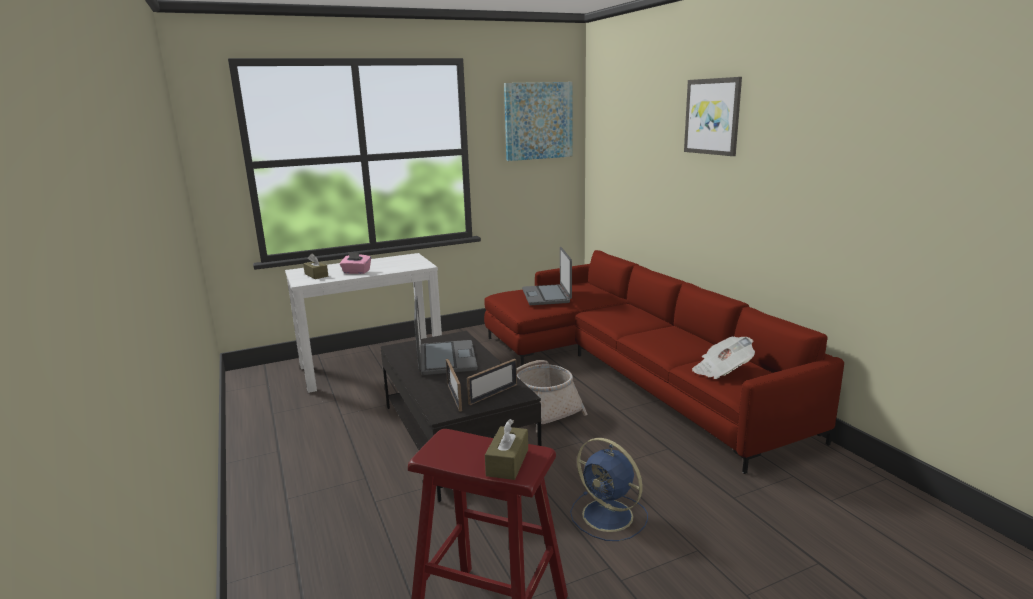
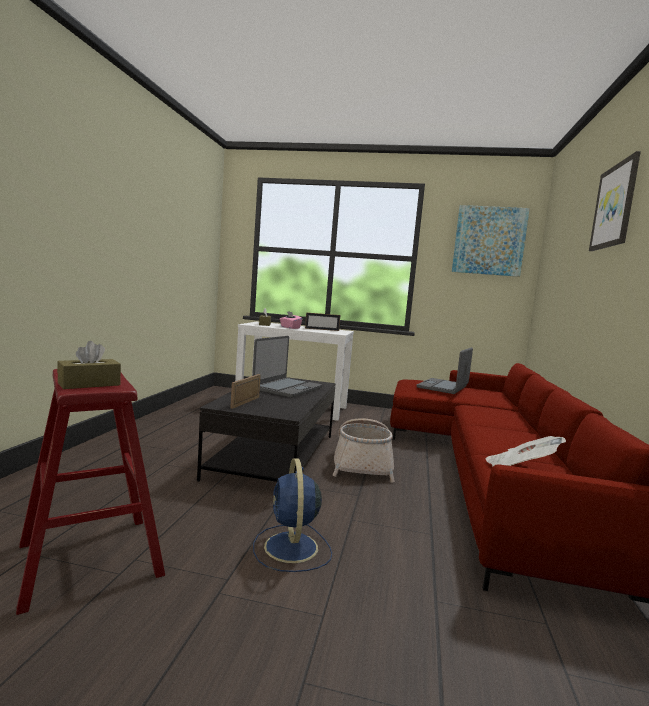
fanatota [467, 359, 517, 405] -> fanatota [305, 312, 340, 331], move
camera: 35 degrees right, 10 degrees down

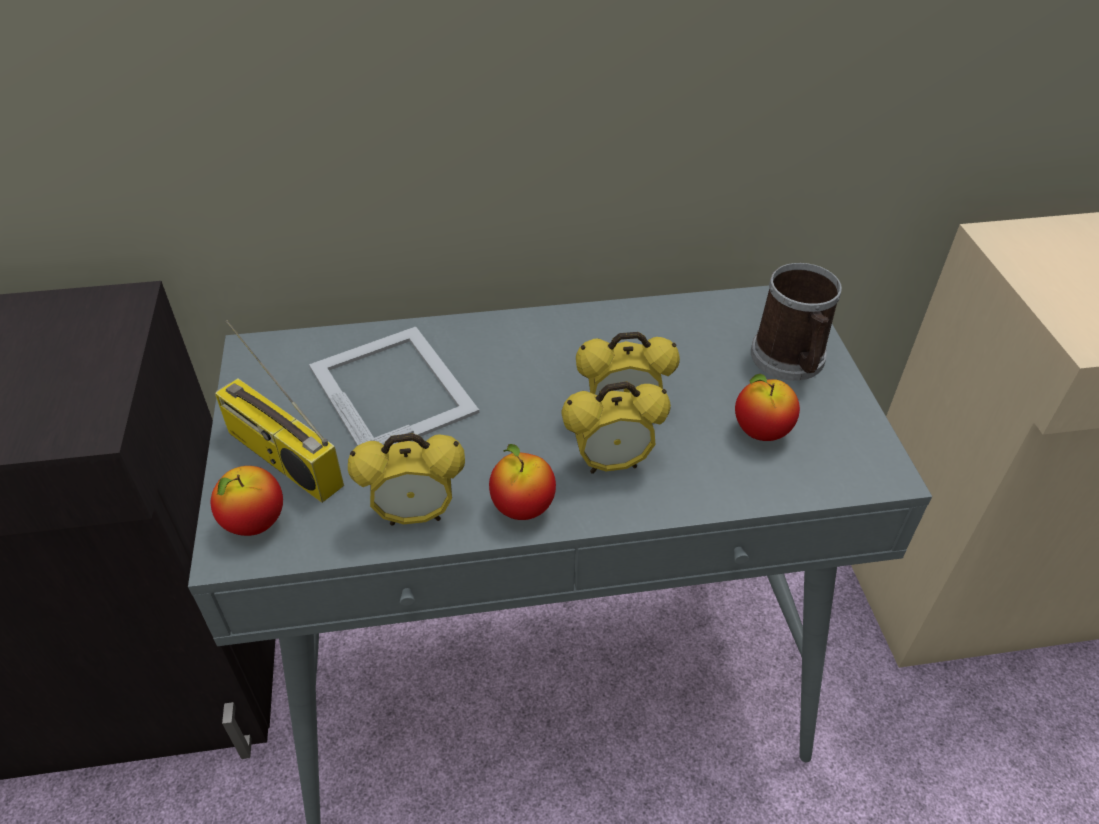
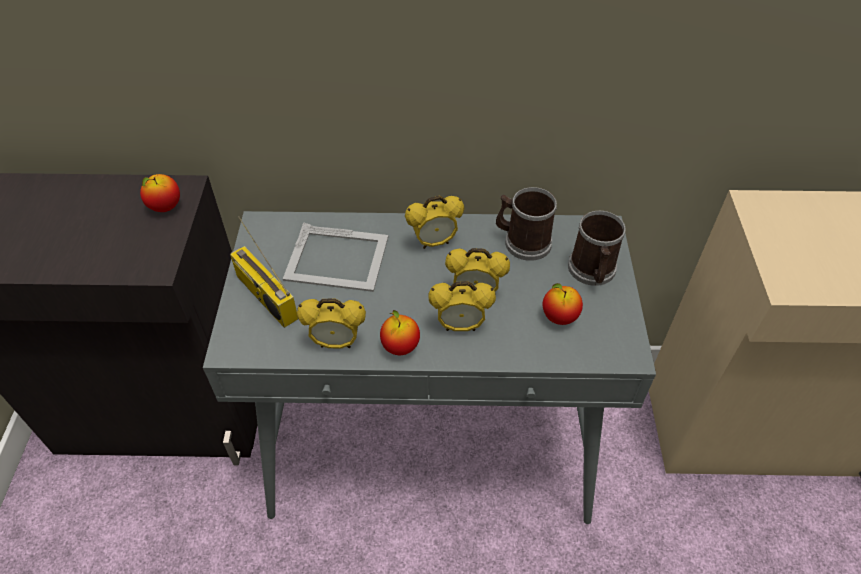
none -> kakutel [405, 196, 464, 249]
none -> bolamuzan [496, 187, 557, 261]
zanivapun [211, 466, 283, 536] -> zanivapun [140, 174, 180, 212], move
fanatota [309, 327, 479, 446] -> fanatota [283, 222, 388, 292], 120 degrees clockwise
camera: 10 degrees right, 5 degrees up

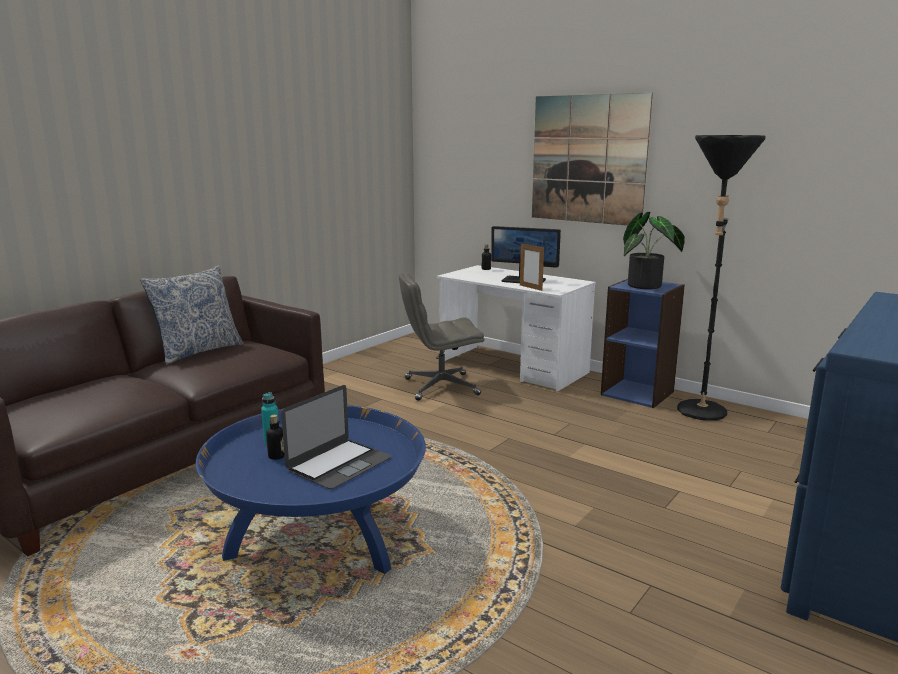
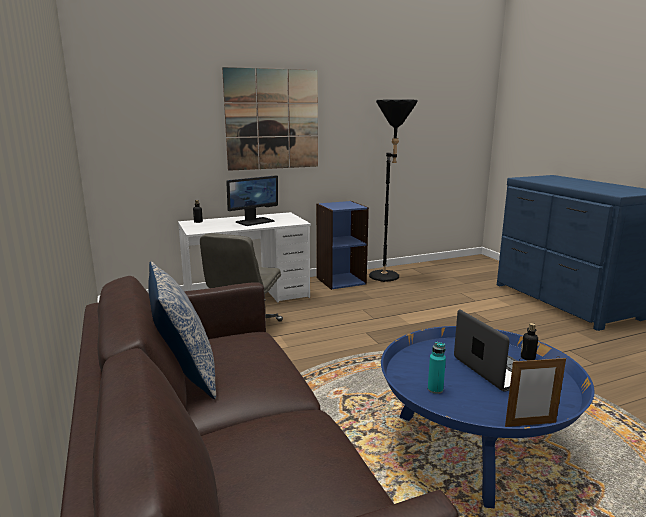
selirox [623, 212, 685, 289] -> none
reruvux [266, 414, 285, 460] -> reruvux [521, 323, 538, 361], move
fanatota [520, 244, 544, 291] -> fanatota [505, 356, 566, 427], move
camera: 60 degrees left, 0 degrees up

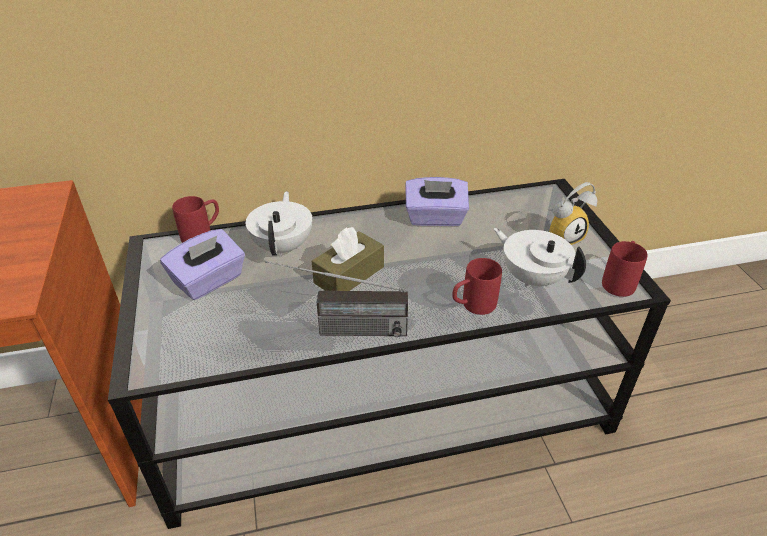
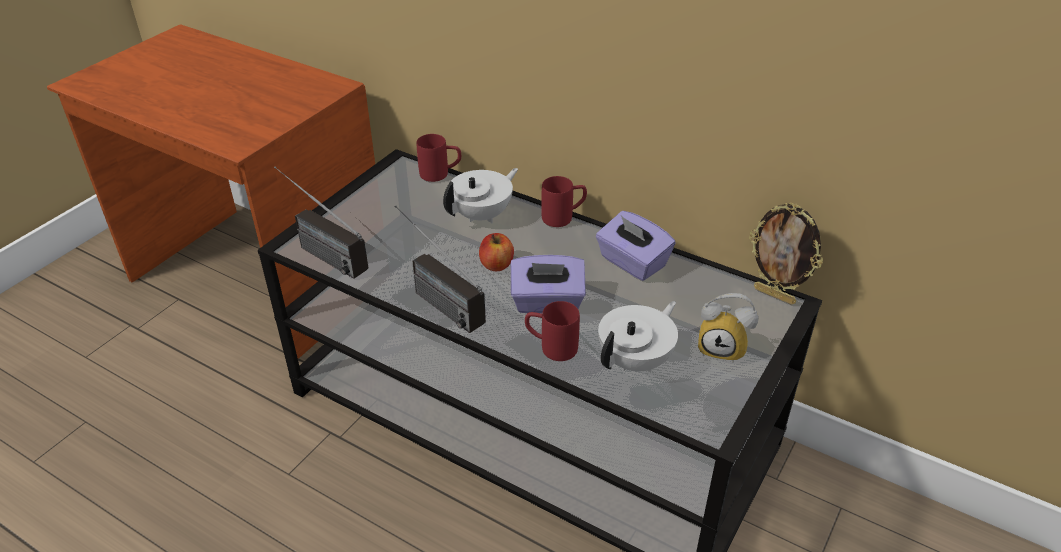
none -> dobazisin [274, 166, 368, 279]
none -> fanatota [749, 203, 823, 305]
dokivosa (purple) [160, 229, 245, 300] -> dokivosa (purple) [511, 255, 586, 313], move
bolamuzan (red) [602, 241, 648, 297] -> bolamuzan (red) [541, 176, 587, 227], move
dokivosa (brown) [312, 227, 384, 291] -> zanivapun [479, 233, 514, 271]
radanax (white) [494, 228, 586, 287] -> radanax (white) [598, 301, 678, 372], 45 degrees clockwise
camera: 45 degrees right, 0 degrees up

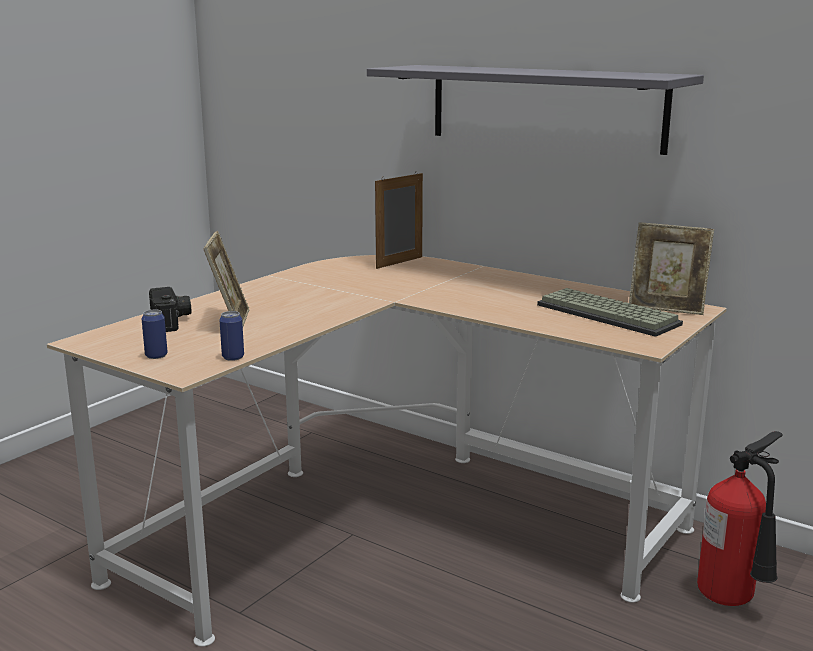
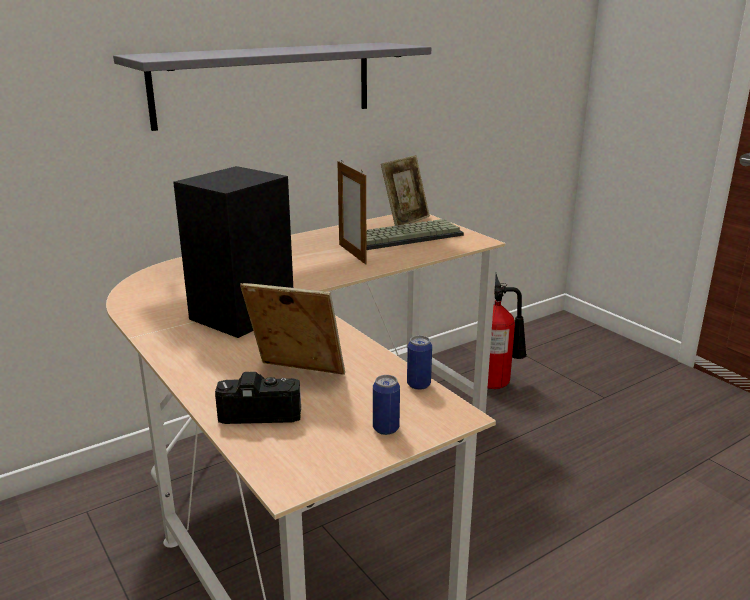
none -> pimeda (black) [173, 166, 293, 338]
fanatota [375, 171, 423, 269] -> fanatota [337, 160, 367, 265], move
camera: 70 degrees left, 5 degrees up

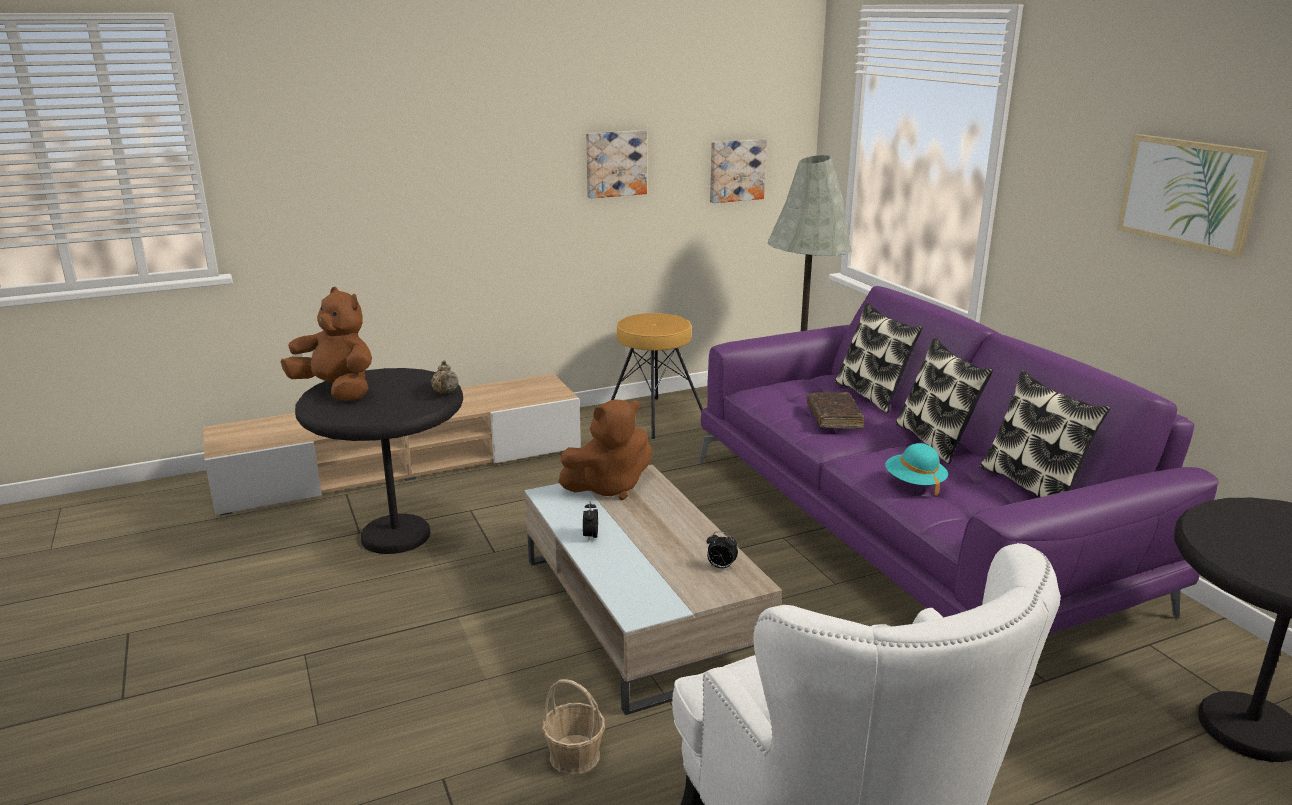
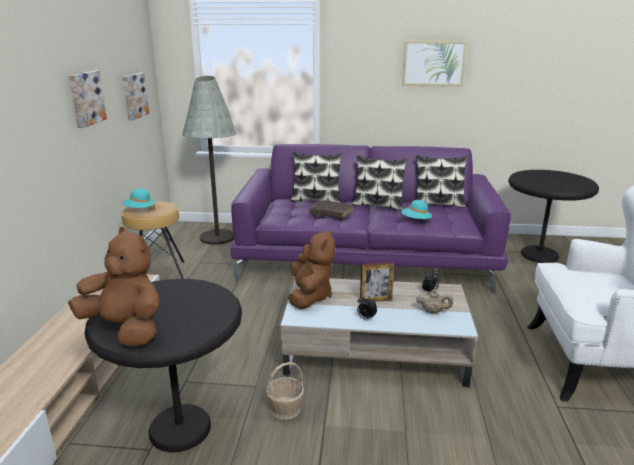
none -> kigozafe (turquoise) [123, 188, 156, 211]
none -> fanatota [360, 262, 394, 302]
radanax (beige) [431, 360, 459, 394] -> radanax (beige) [416, 289, 453, 314], move
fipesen [542, 679, 605, 775] -> fipesen [266, 362, 304, 420], move
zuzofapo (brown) [280, 287, 372, 401] -> zuzofapo (brown) [68, 227, 160, 347], 60 degrees clockwise
camera: 60 degrees left, 0 degrees up

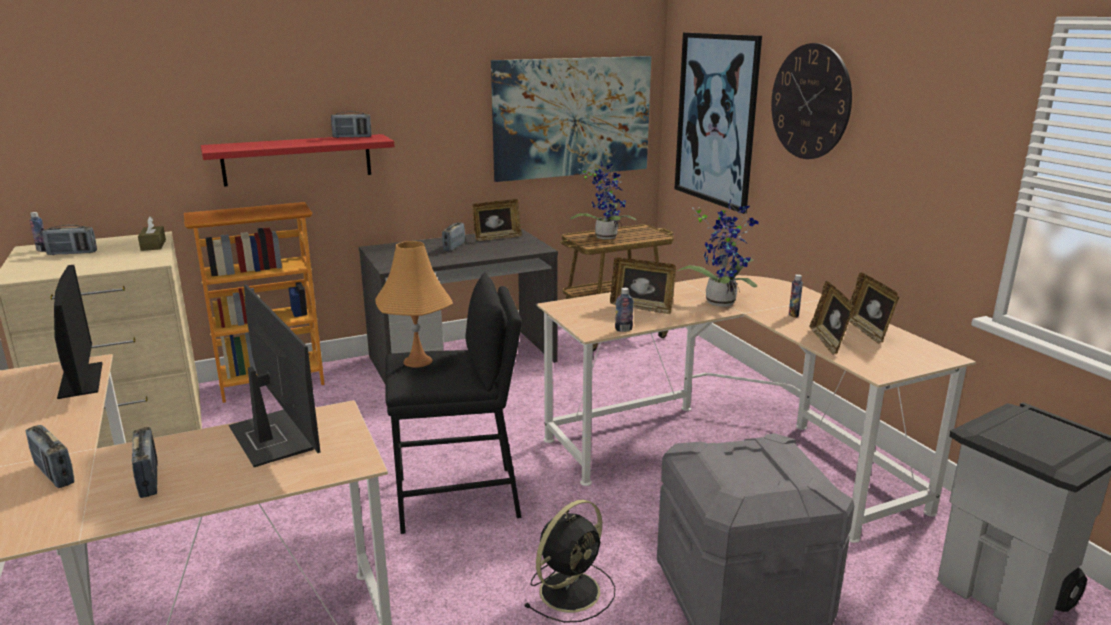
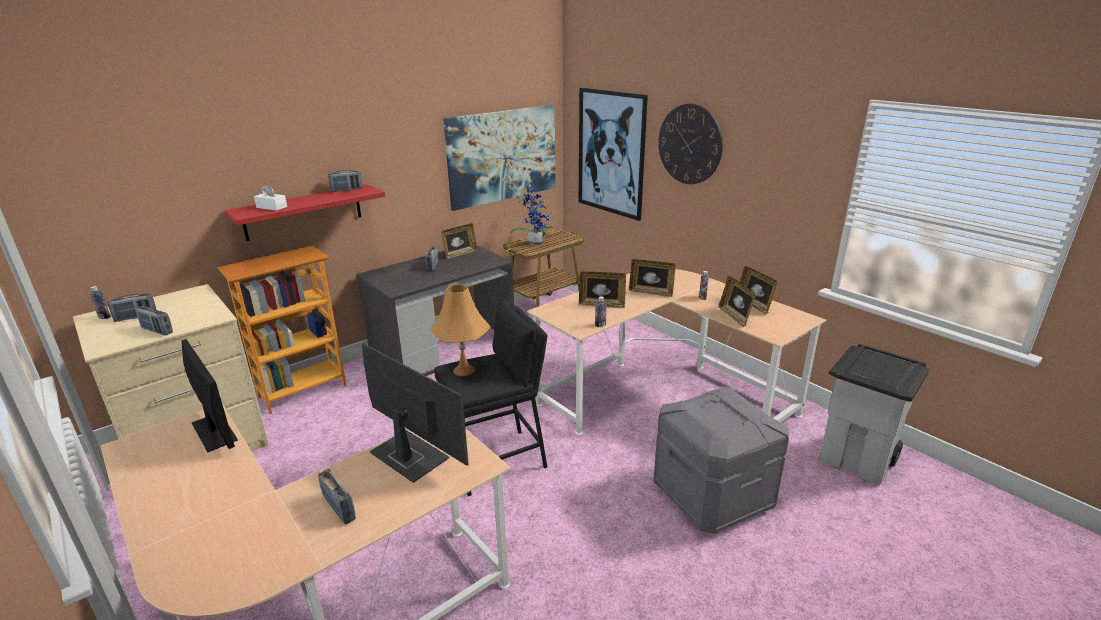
dokivosa (brown) [138, 216, 166, 251] -> none
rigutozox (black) [525, 500, 615, 623] -> none
none -> dokivosa (white) [254, 185, 287, 211]
dobazisin [26, 425, 75, 488] -> dobazisin [135, 306, 173, 335], move
selirox [677, 200, 758, 306] -> fanatota [629, 259, 676, 297]
camera: 15 degrees left, 5 degrees up

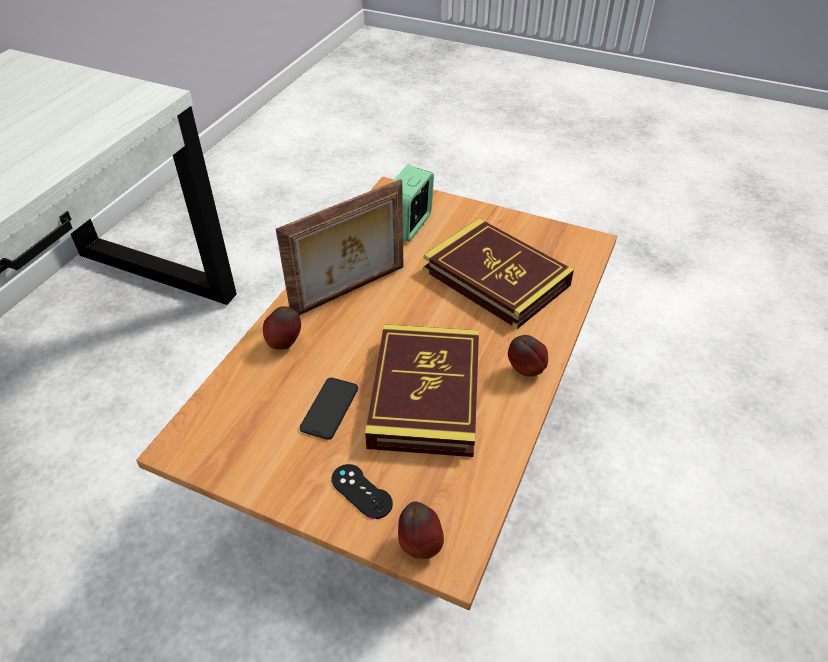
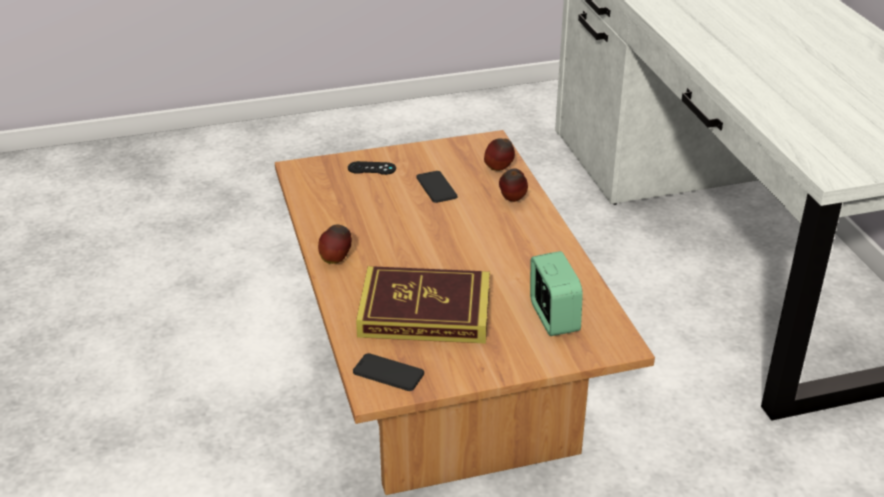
fanatota [276, 179, 403, 315] -> none
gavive [365, 324, 479, 457] -> none
none -> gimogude [353, 353, 424, 391]
zanivapun [398, 502, 444, 559] -> zanivapun [484, 138, 515, 171], move
camera: 140 degrees right, 10 degrees down

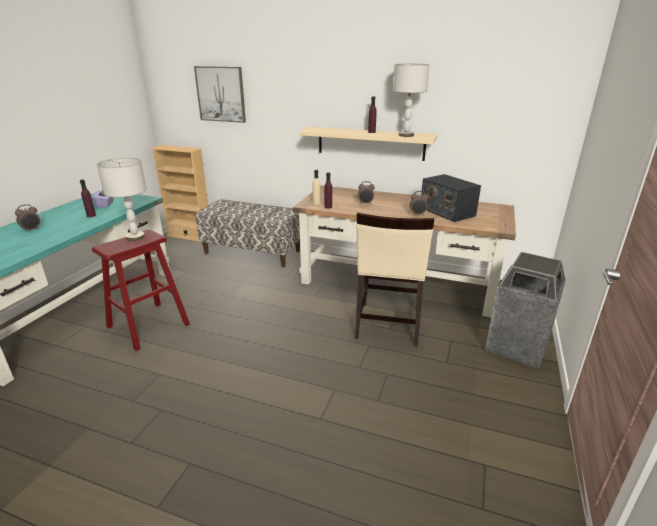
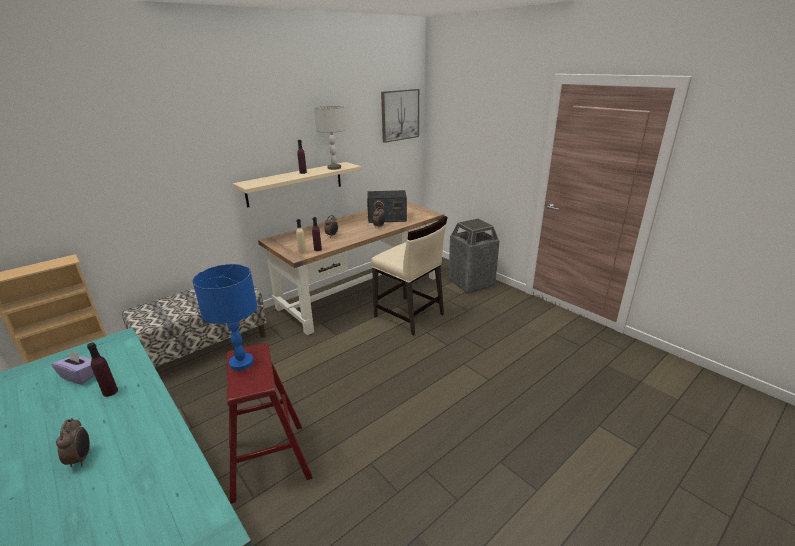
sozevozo [194, 66, 246, 123] -> sozevozo [381, 89, 419, 143], move
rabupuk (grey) [97, 158, 147, 241] -> rabupuk (blue) [193, 264, 257, 371]
camera: 60 degrees left, 0 degrees up

